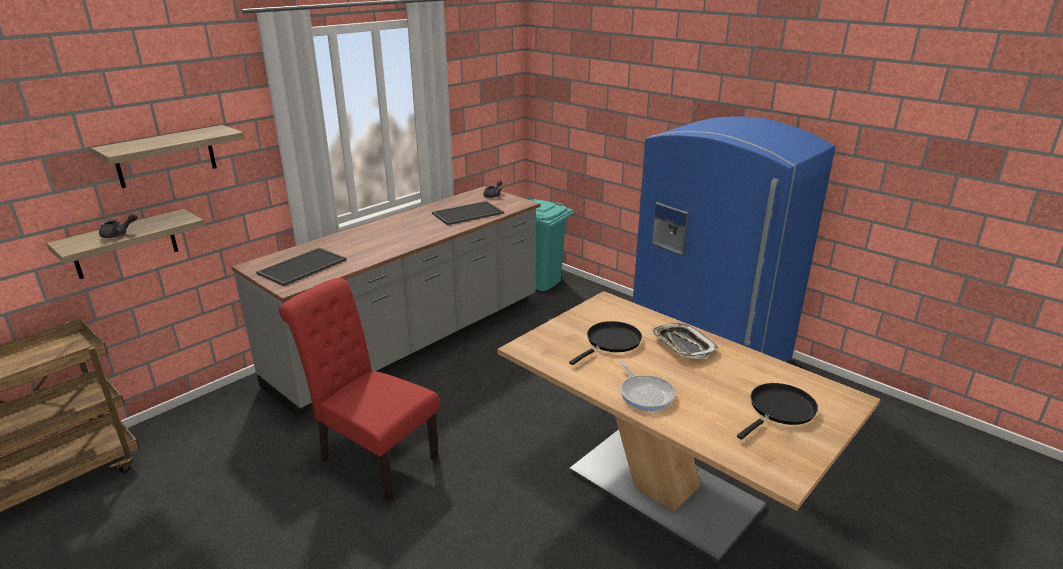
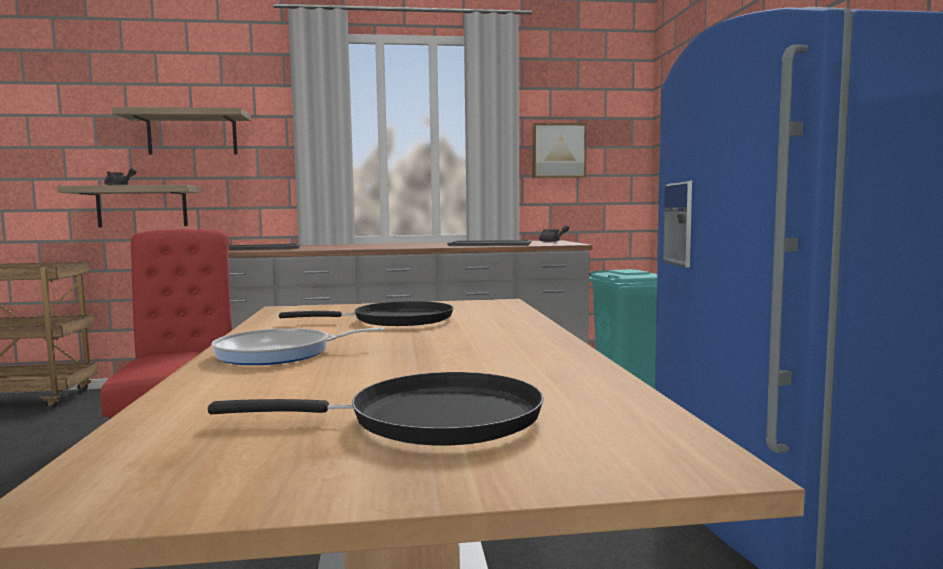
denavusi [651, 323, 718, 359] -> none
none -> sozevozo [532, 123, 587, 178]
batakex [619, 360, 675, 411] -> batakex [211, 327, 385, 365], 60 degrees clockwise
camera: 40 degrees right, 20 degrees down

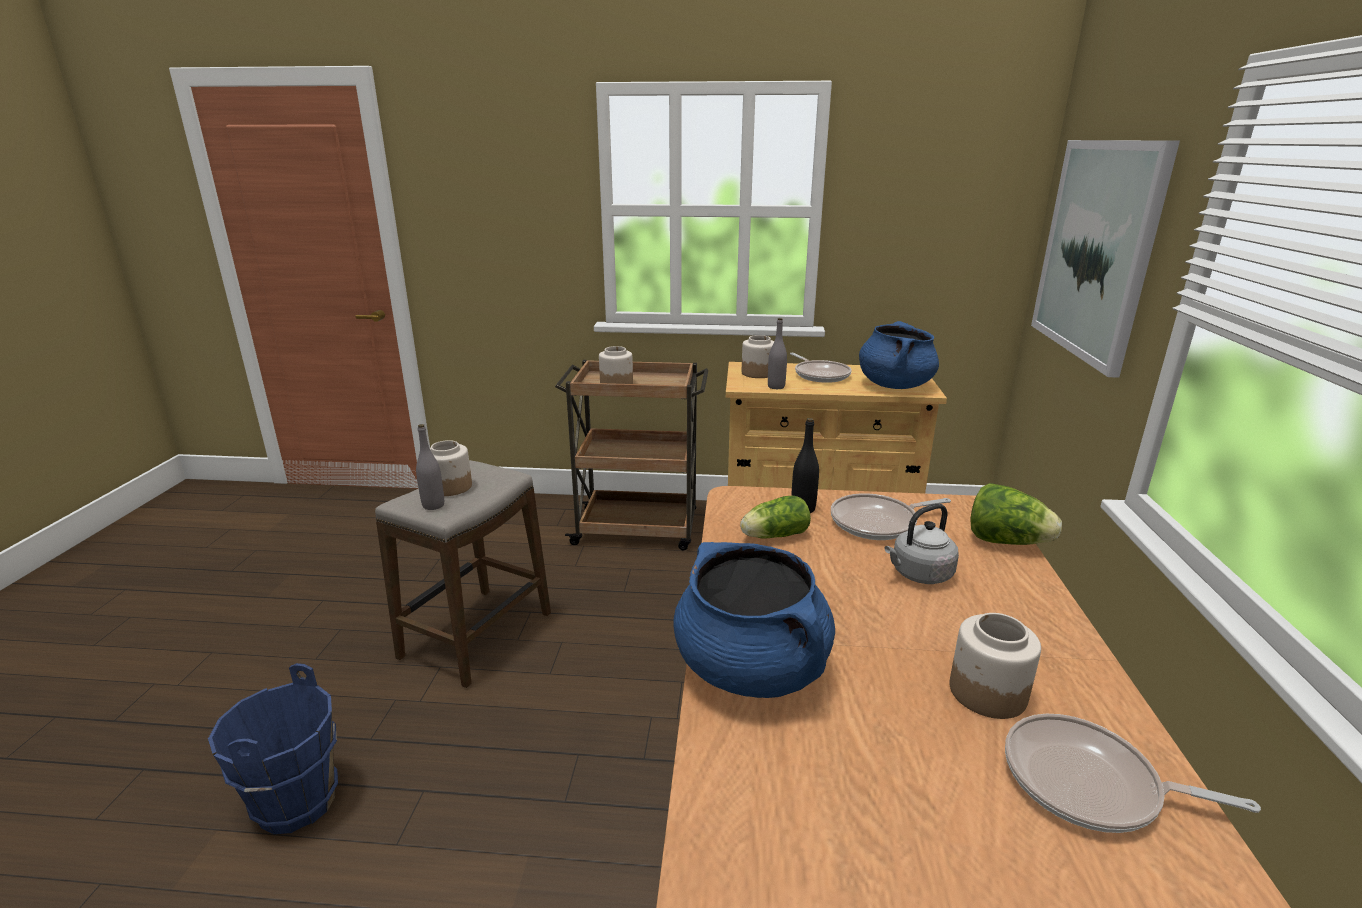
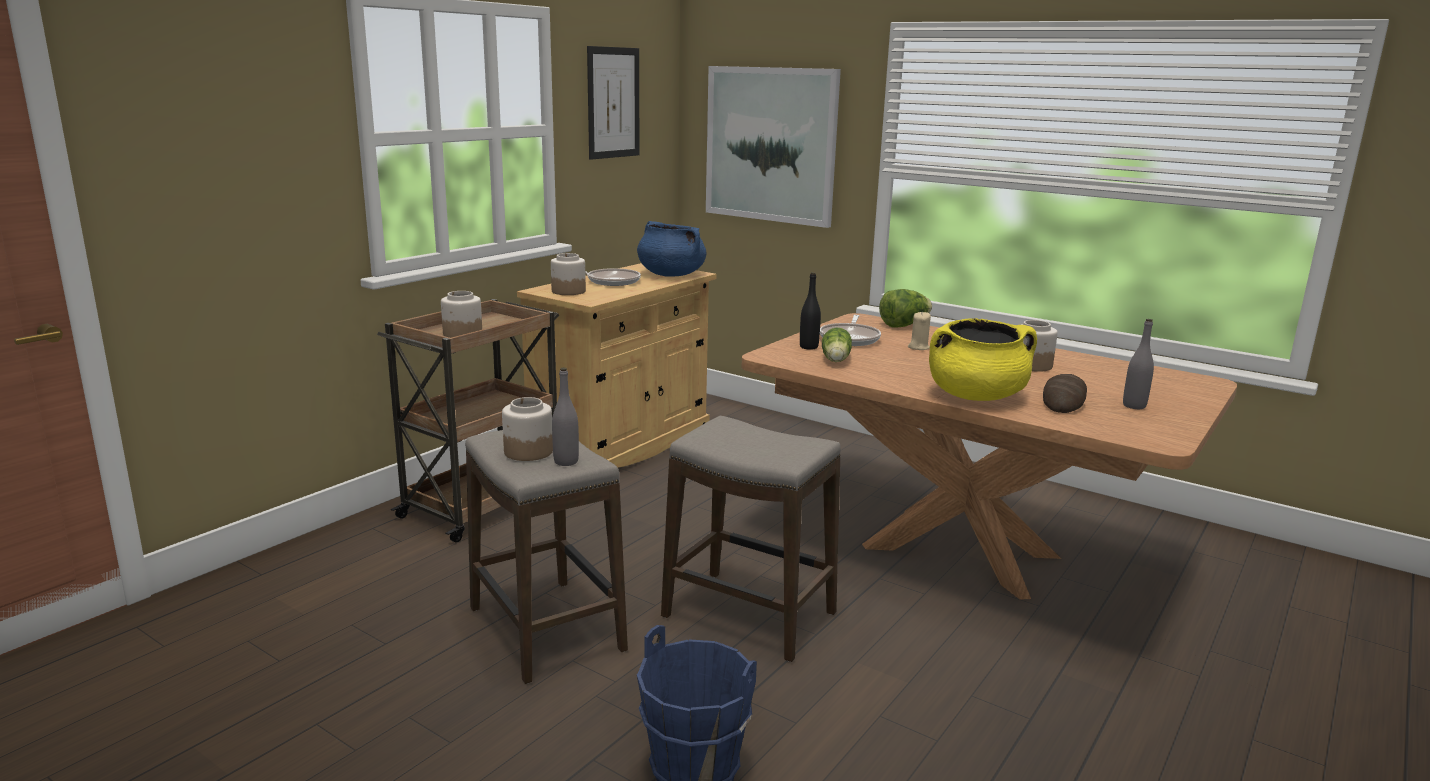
batakex [1005, 714, 1261, 833] -> none
none -> sozevozo [587, 46, 639, 160]
none -> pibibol [661, 415, 841, 662]
none -> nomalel [1043, 374, 1087, 413]
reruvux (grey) [768, 318, 787, 389] -> reruvux (grey) [1123, 319, 1154, 409], move
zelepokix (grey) [885, 504, 959, 584] -> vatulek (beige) [908, 311, 931, 350]
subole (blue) [674, 542, 835, 698] -> subole (yellow) [929, 318, 1037, 401]
camera: 60 degrees left, 5 degrees down

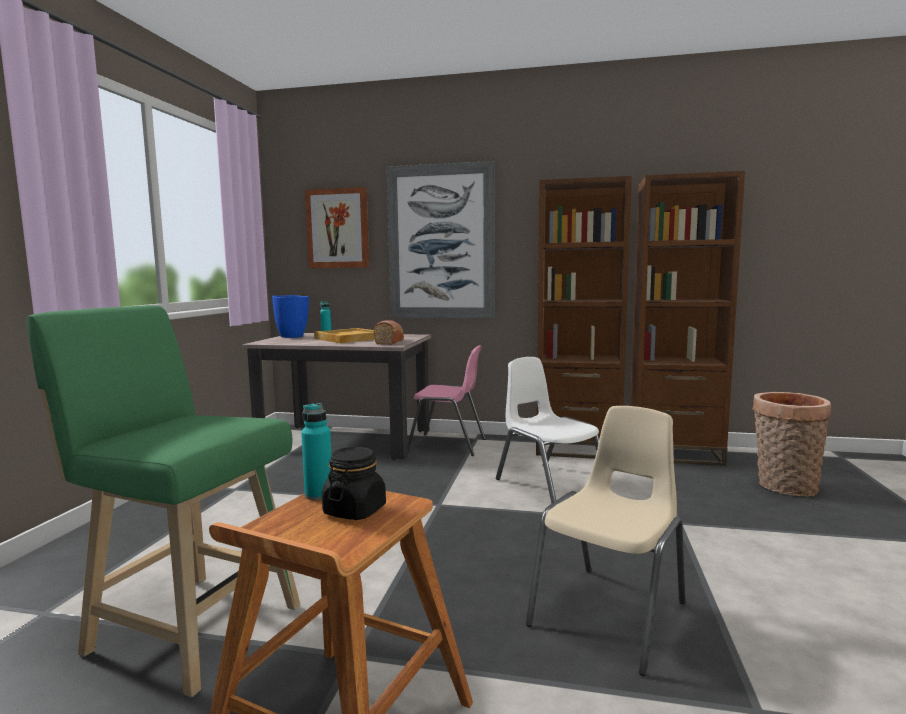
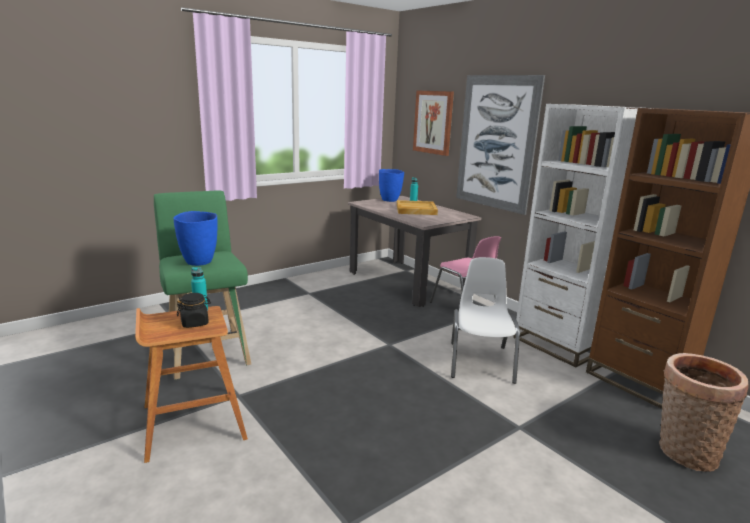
nomalel [374, 320, 404, 345] -> none
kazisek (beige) [526, 406, 685, 676] -> none
none -> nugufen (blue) [173, 211, 217, 266]
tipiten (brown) [536, 176, 632, 459] -> tipiten (white) [513, 104, 639, 367]
camera: 40 degrees right, 10 degrees up

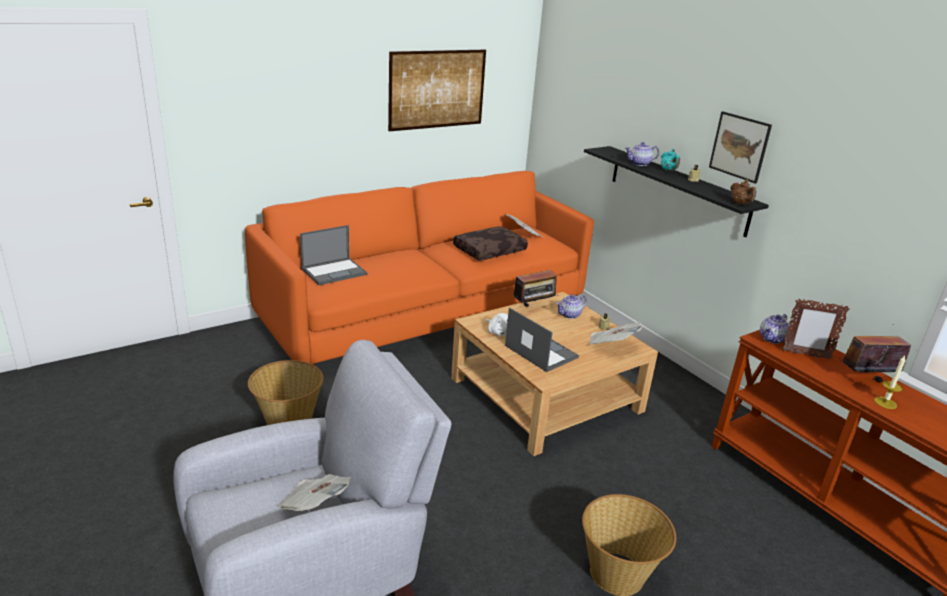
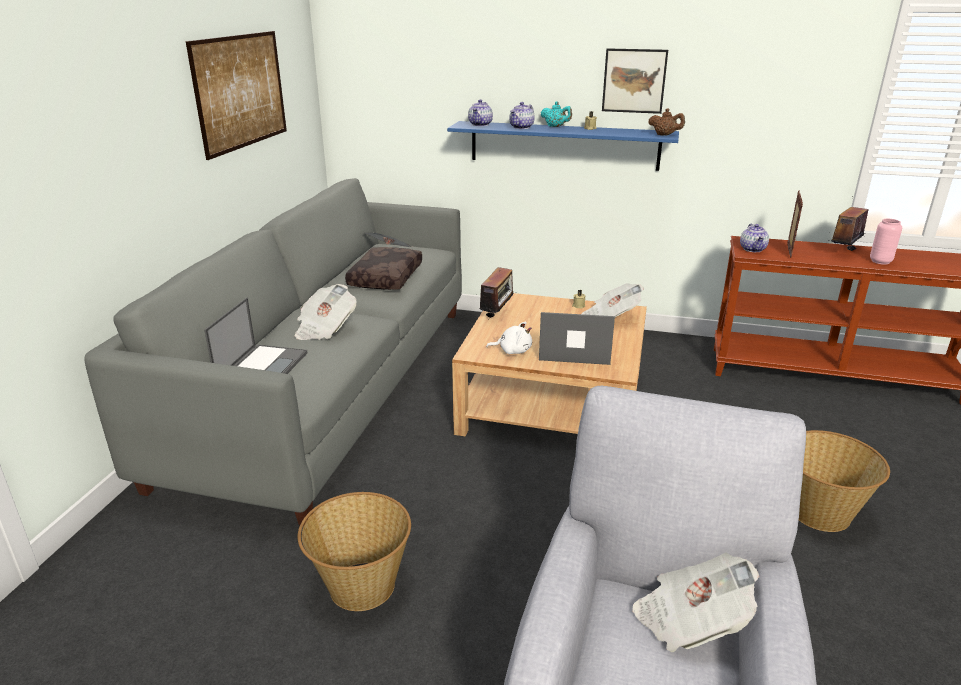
none -> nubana [294, 284, 356, 340]
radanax [556, 294, 587, 319] -> radanax [468, 100, 493, 126], move
vatulek [874, 356, 906, 409] -> nugufen (pink) [870, 219, 902, 265]
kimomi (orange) [245, 171, 594, 366] -> kimomi (grey) [84, 178, 462, 526]
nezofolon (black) [584, 146, 769, 237] -> nezofolon (blue) [447, 121, 679, 171]
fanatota [782, 299, 850, 360] -> fanatota [787, 191, 803, 258], 45 degrees counterclockwise
camera: 40 degrees left, 0 degrees up

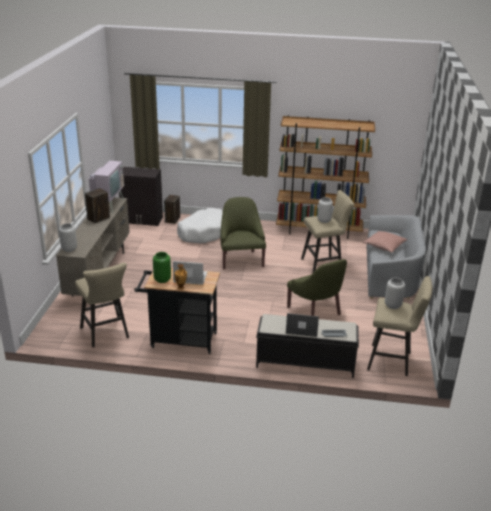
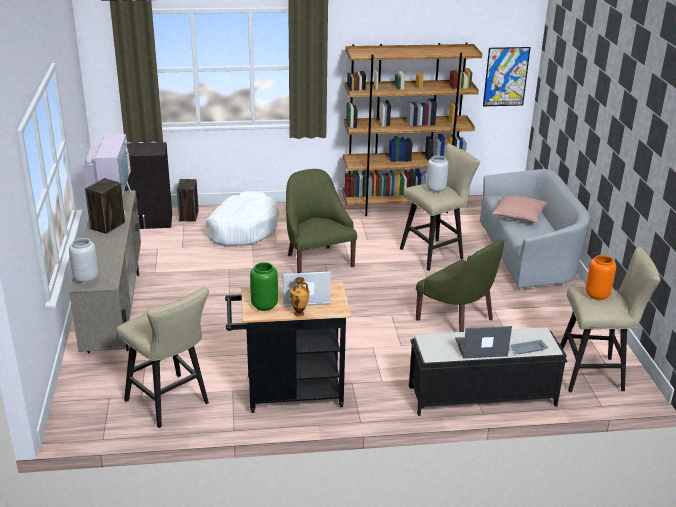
none -> sozevozo [483, 47, 531, 106]
nugufen (grey) [385, 278, 405, 309] -> nugufen (orange) [585, 255, 616, 300]
camera: 15 degrees left, 0 degrees up

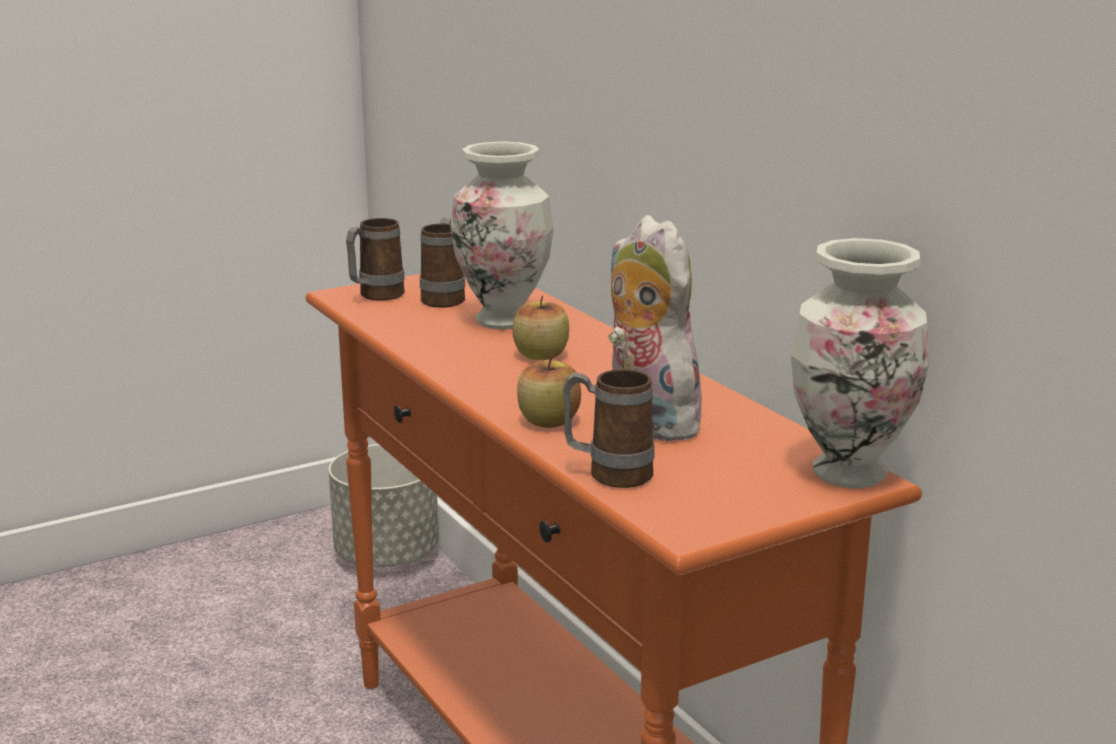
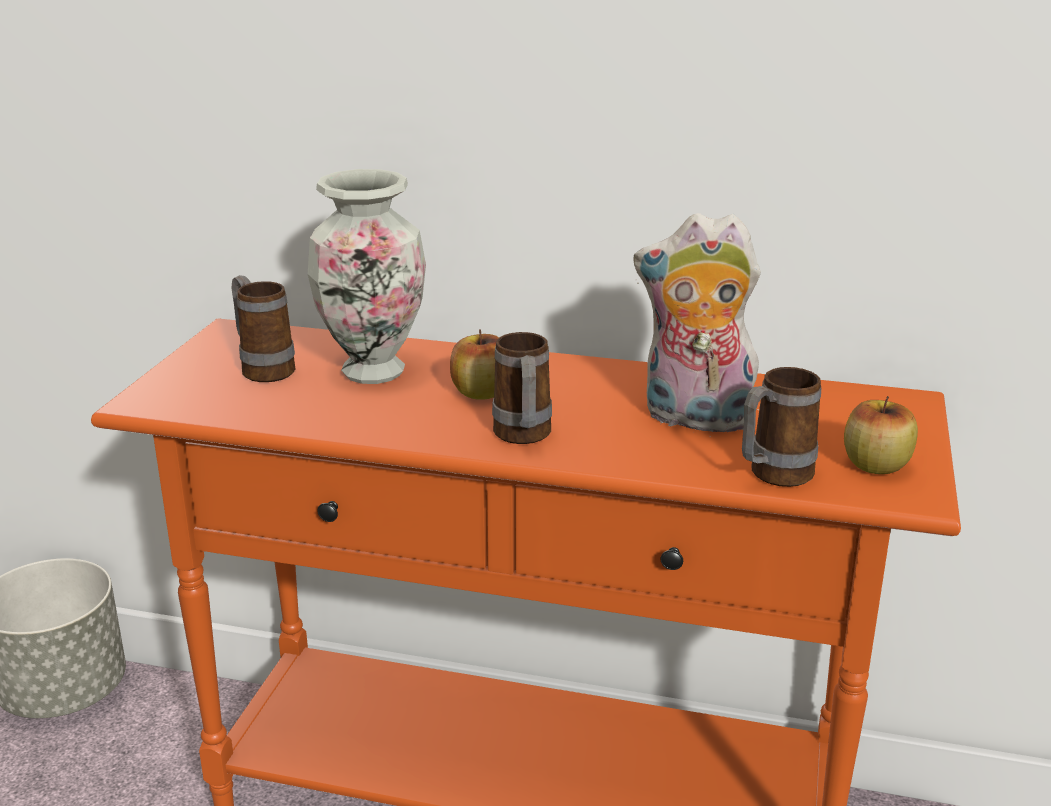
nugufen [791, 238, 929, 489] -> none
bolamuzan [346, 218, 405, 301] -> bolamuzan [492, 332, 552, 444], move
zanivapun [517, 356, 581, 428] -> zanivapun [844, 396, 918, 474], move
camera: 45 degrees left, 5 degrees up

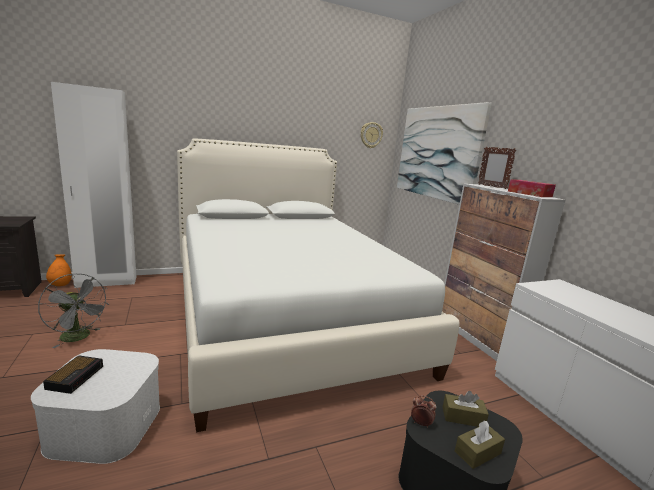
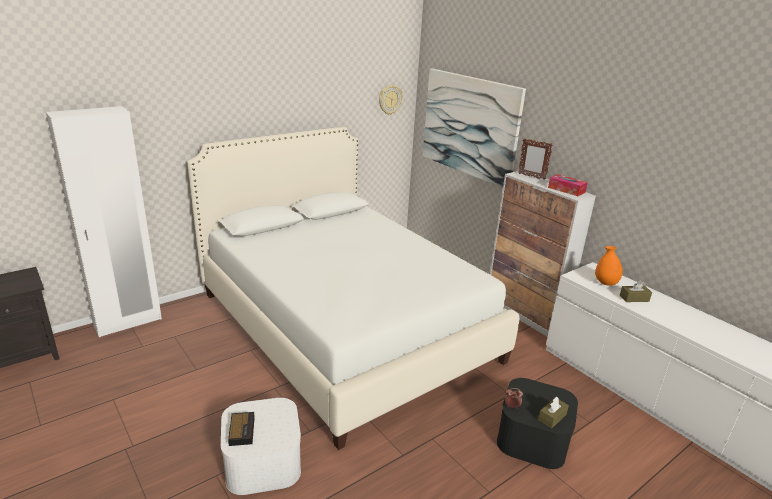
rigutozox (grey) [38, 273, 109, 348] -> none
nugufen (orange) [46, 254, 72, 286] -> nugufen (orange) [595, 246, 622, 286], move
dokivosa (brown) [443, 391, 489, 427] -> dokivosa (brown) [620, 280, 652, 302], move
camera: 15 degrees left, 10 degrees up

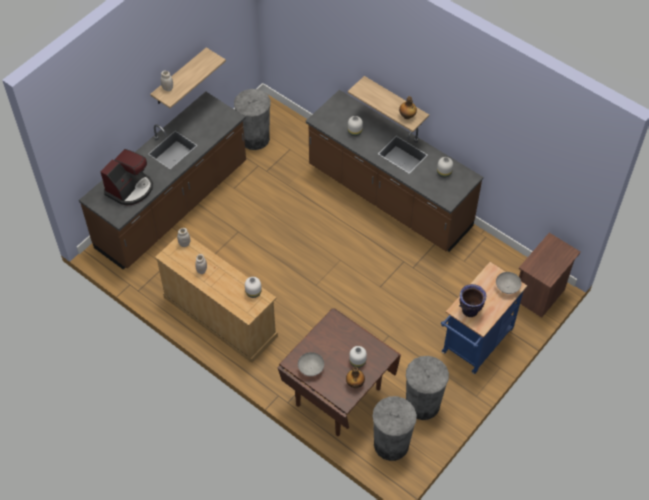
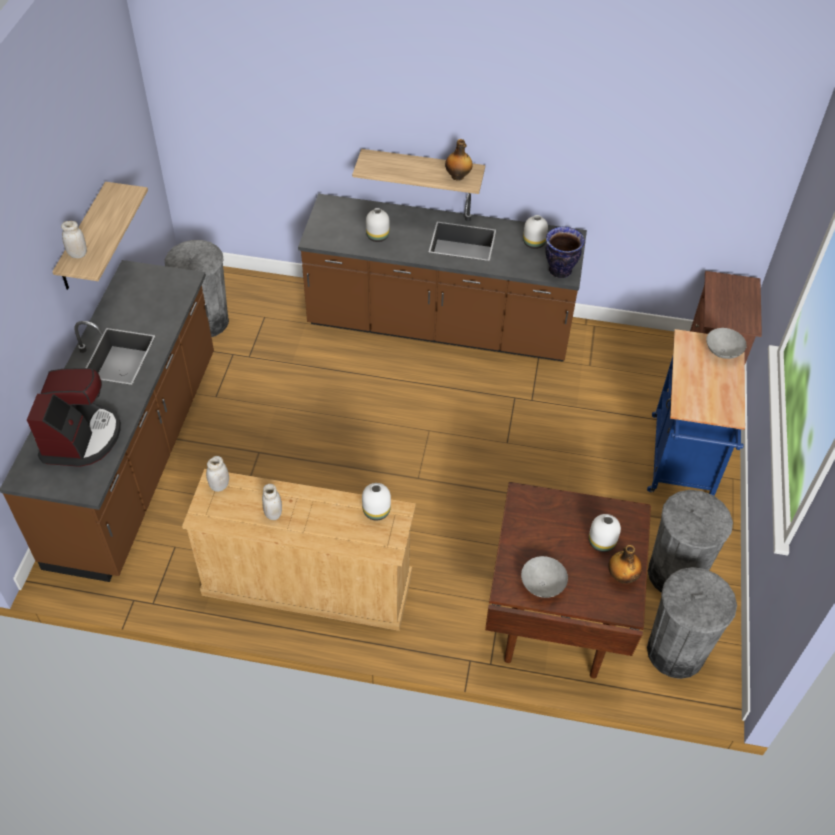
nugufen [459, 284, 486, 317] -> nugufen [545, 227, 585, 278], move
camera: 30 degrees left, 5 degrees down

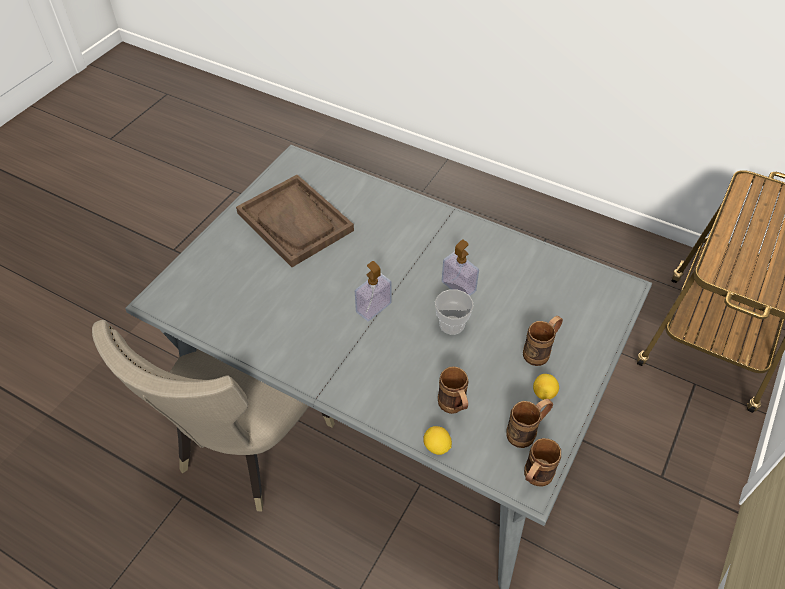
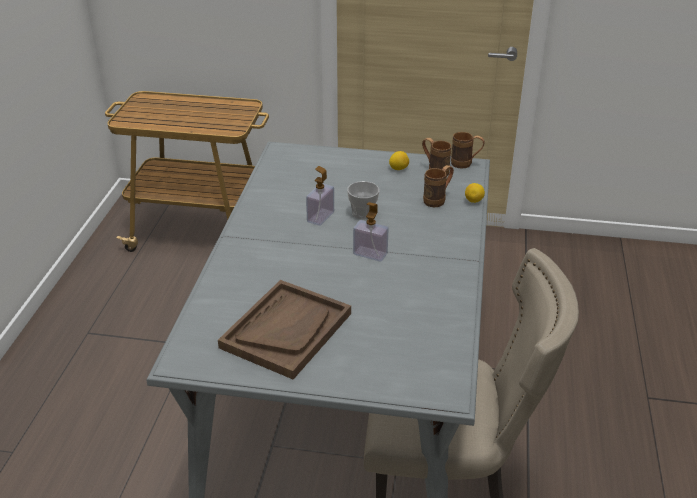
bolamuzan (brown) [523, 316, 563, 366] -> none
camera: 110 degrees left, 15 degrees down

